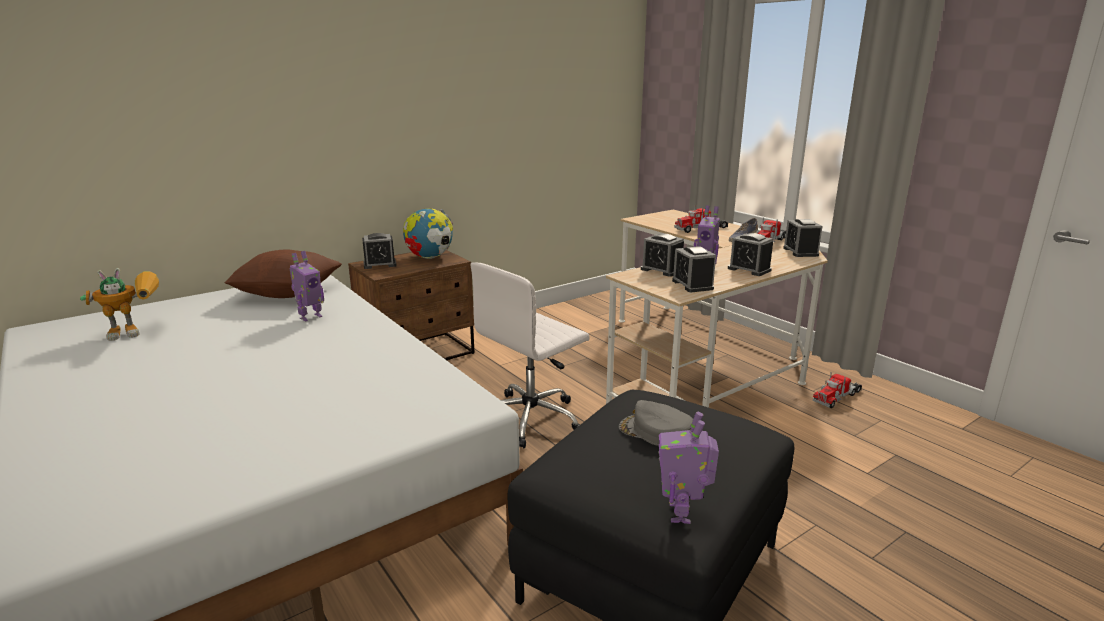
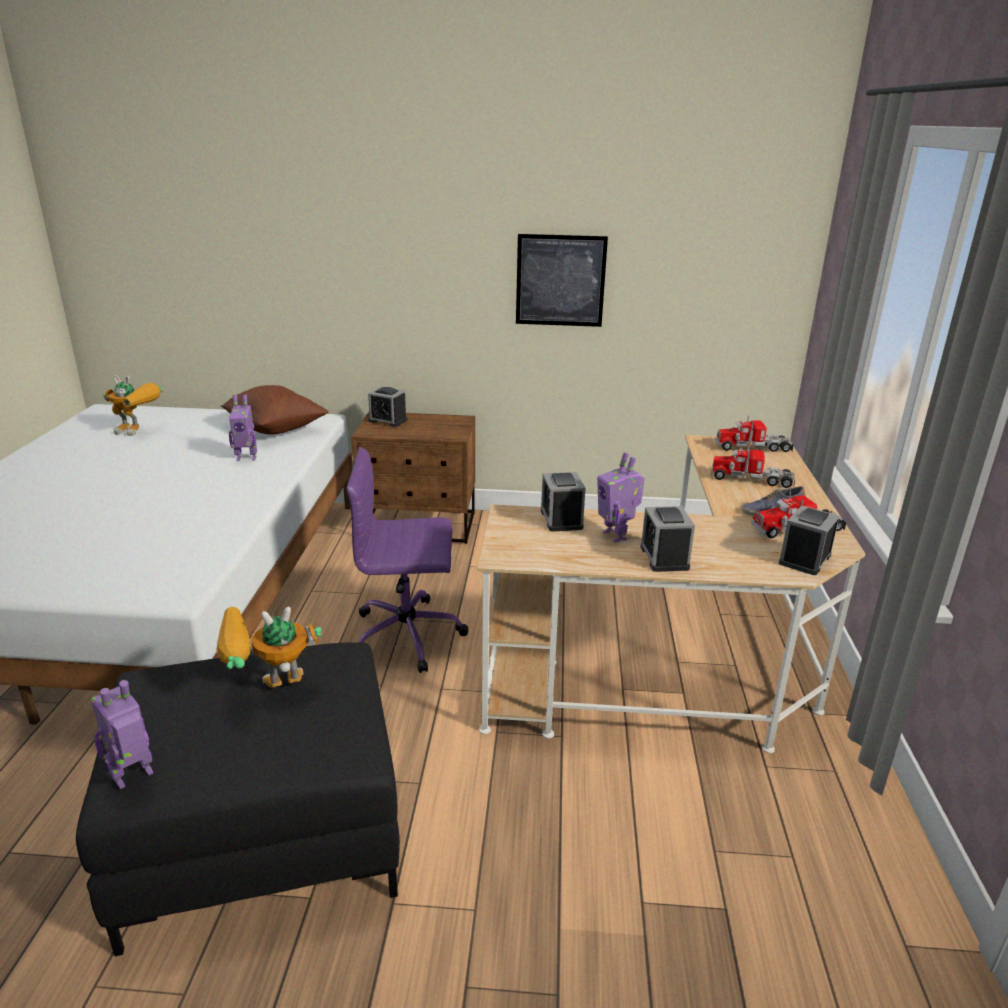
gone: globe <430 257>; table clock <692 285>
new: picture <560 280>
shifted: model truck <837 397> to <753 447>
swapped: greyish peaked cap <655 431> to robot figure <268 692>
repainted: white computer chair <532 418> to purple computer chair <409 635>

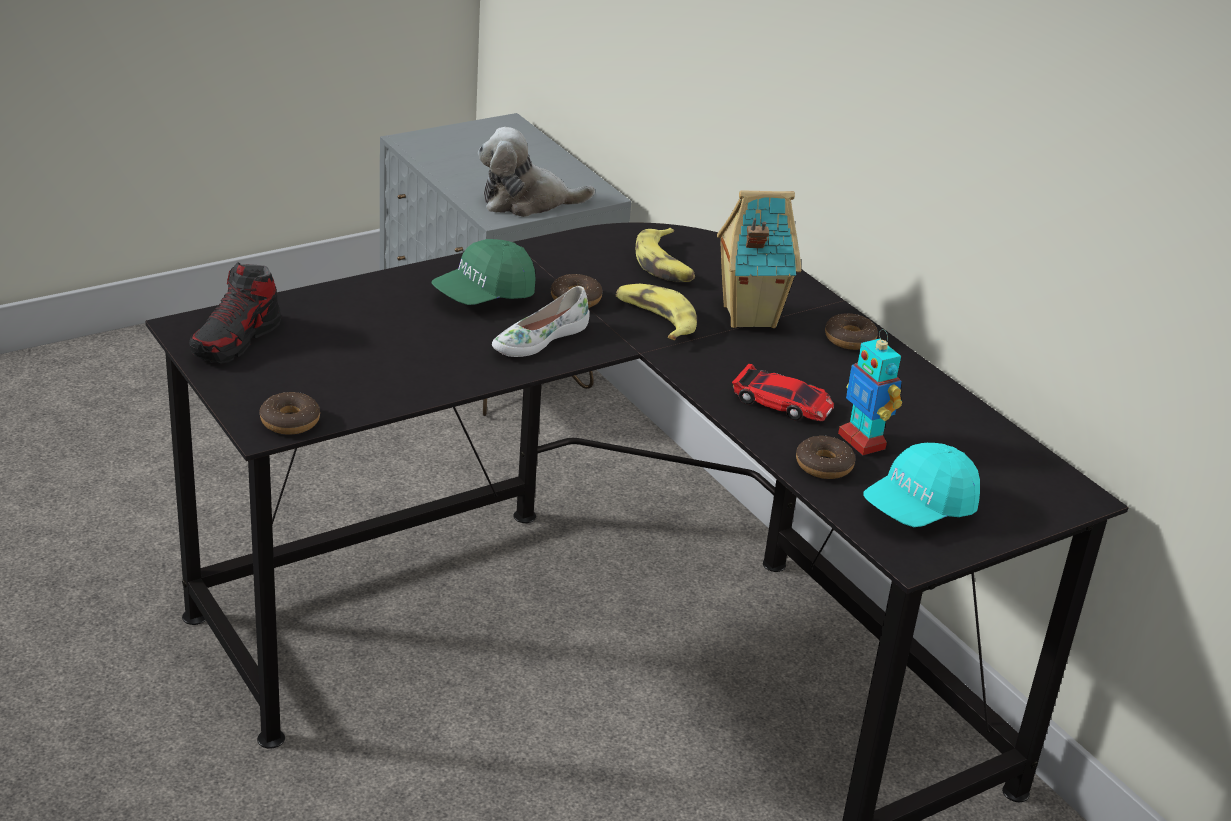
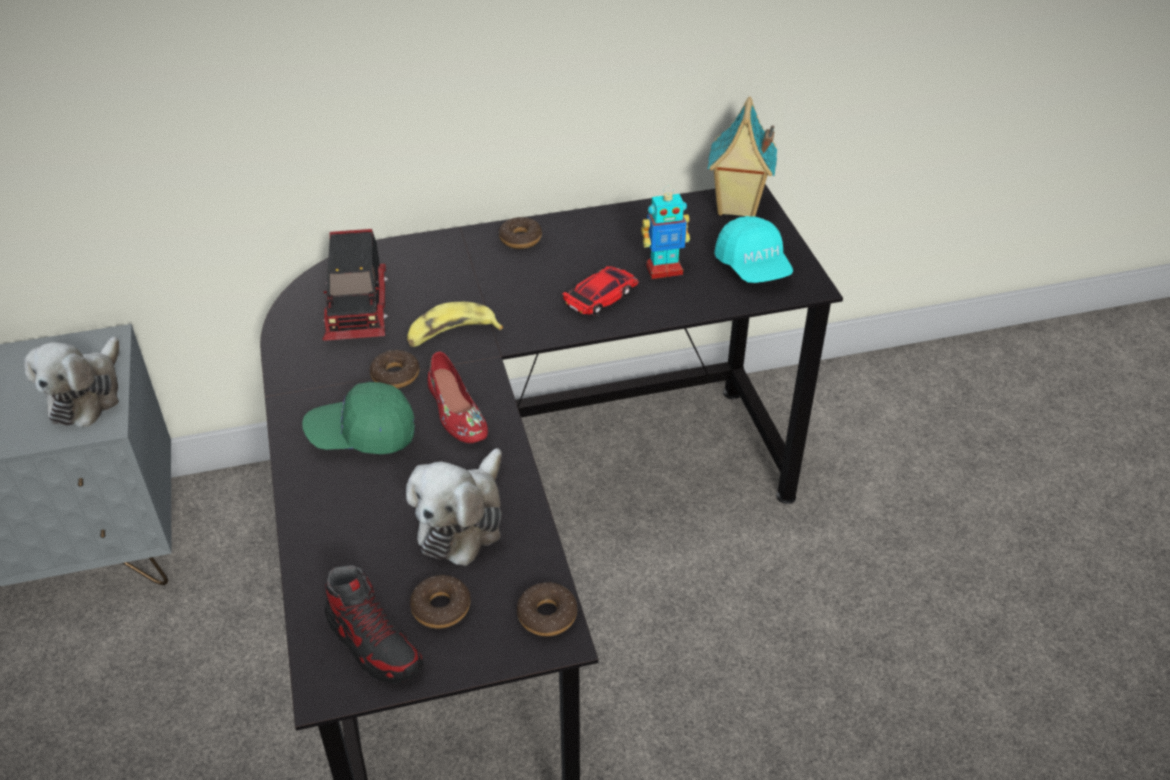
new: plush toy <462 520>
shifted: miniature house <747 316> to <736 207>; ring doughnut <824 465> to <441 607>
swapped: banana fruit <665 265> to model truck <359 307>
repainted: white shoe <539 339> to reddish shoe <456 412>
rotated: greenish peaked cap <484 295> = <362 435> 105 degrees clockwise

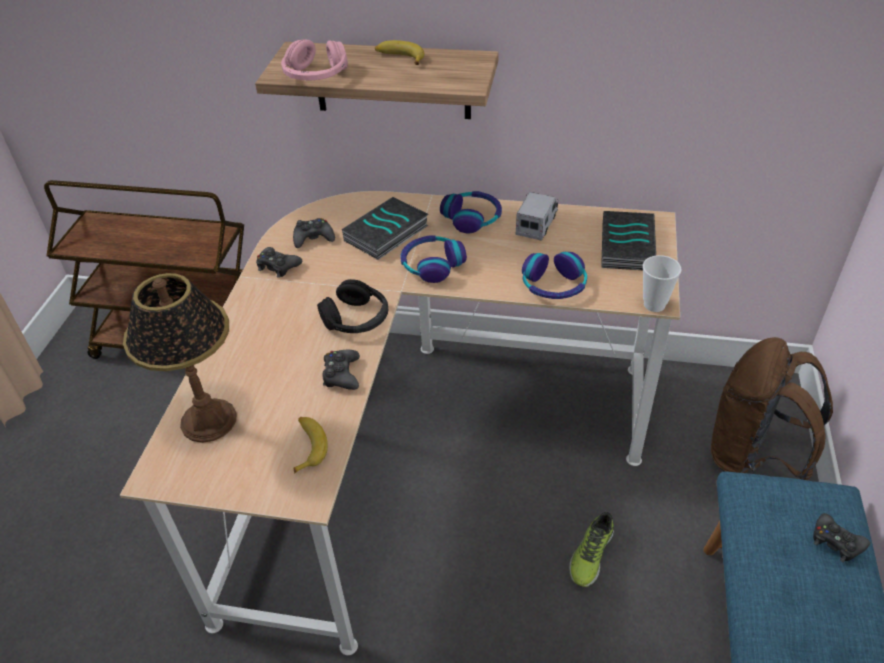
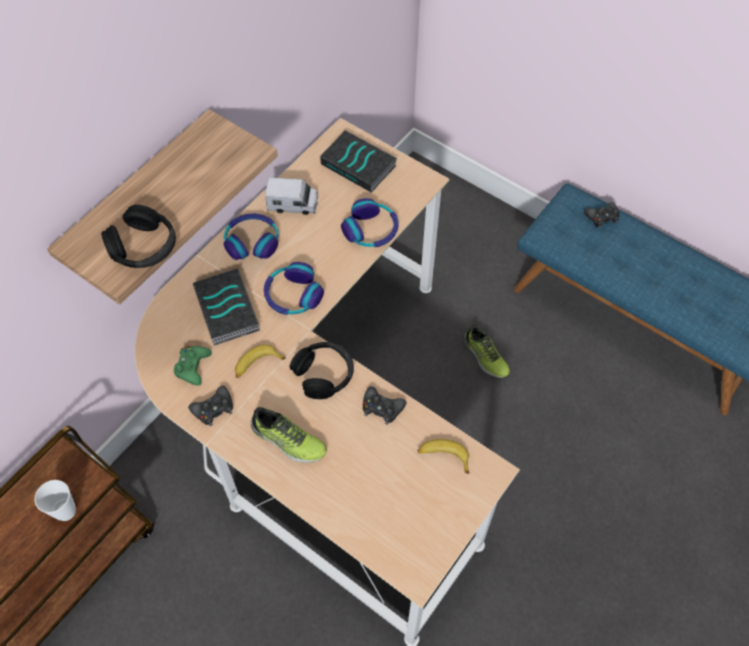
gone: lamp for a table <208 420>; brownish backpack <752 456>
new: shoe <287 440>
shifted: banana fruit <400 58> to <257 365>; small cup <654 304> to <66 511>
repainted: pink-coloured headset <315 75> to black headset <144 247>; black joypad <313 238> to greenish joypad <192 367>
rotated: model truck <537 224> = <293 204> 135 degrees clockwise

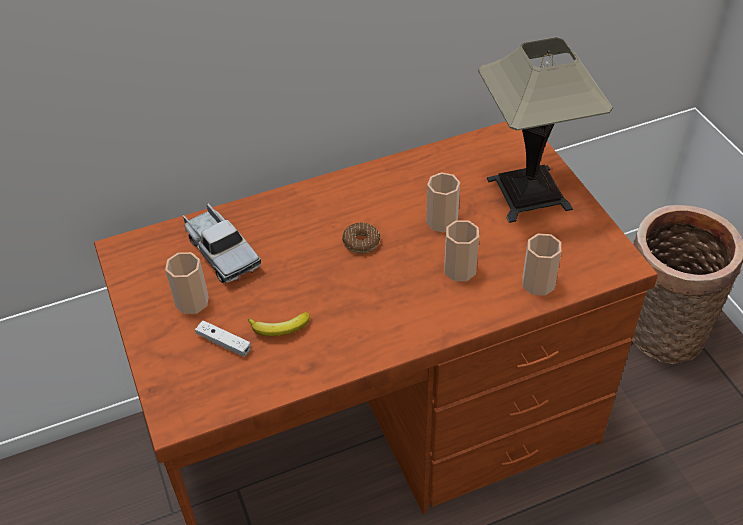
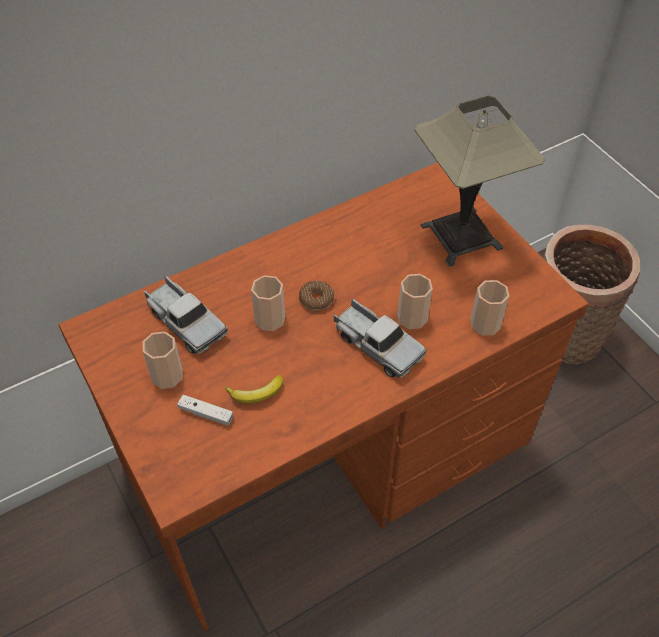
new: model truck <377 345>
shifted: small cup <442 221> to <270 319>

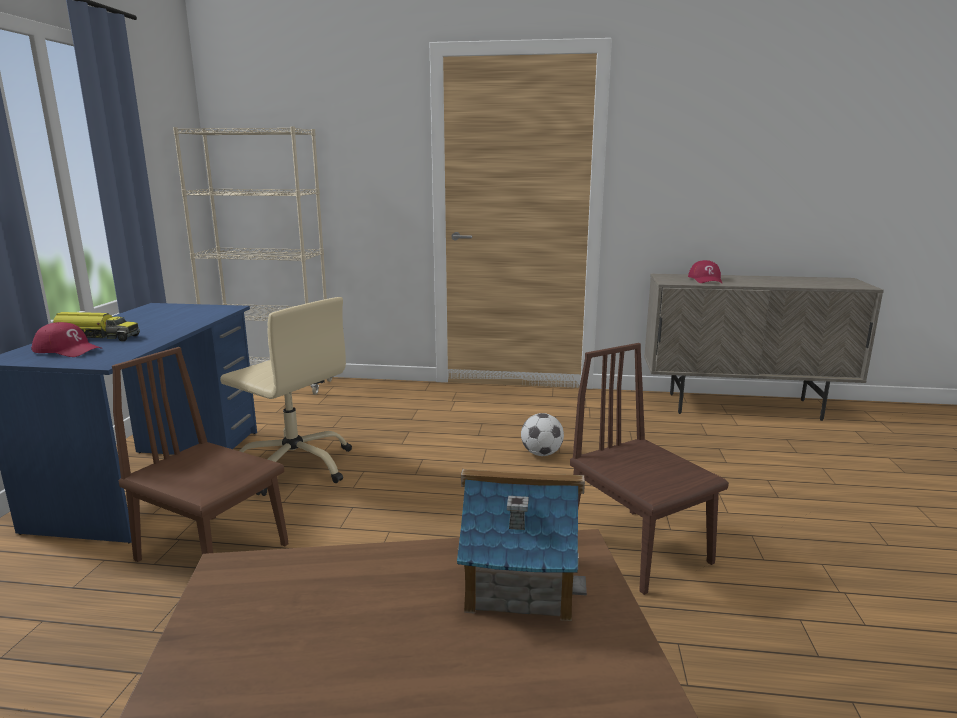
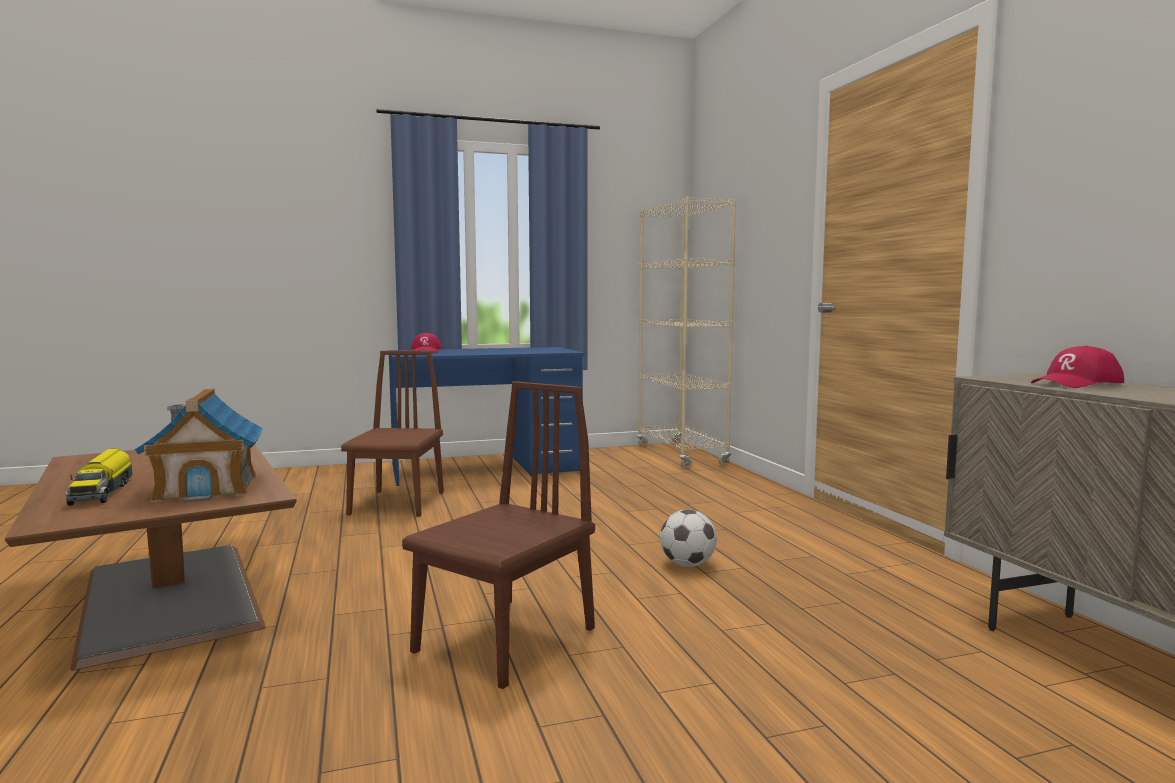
gone: sand-coloured computer chair <295 466>
shifted: model truck <96 337> to <102 491>

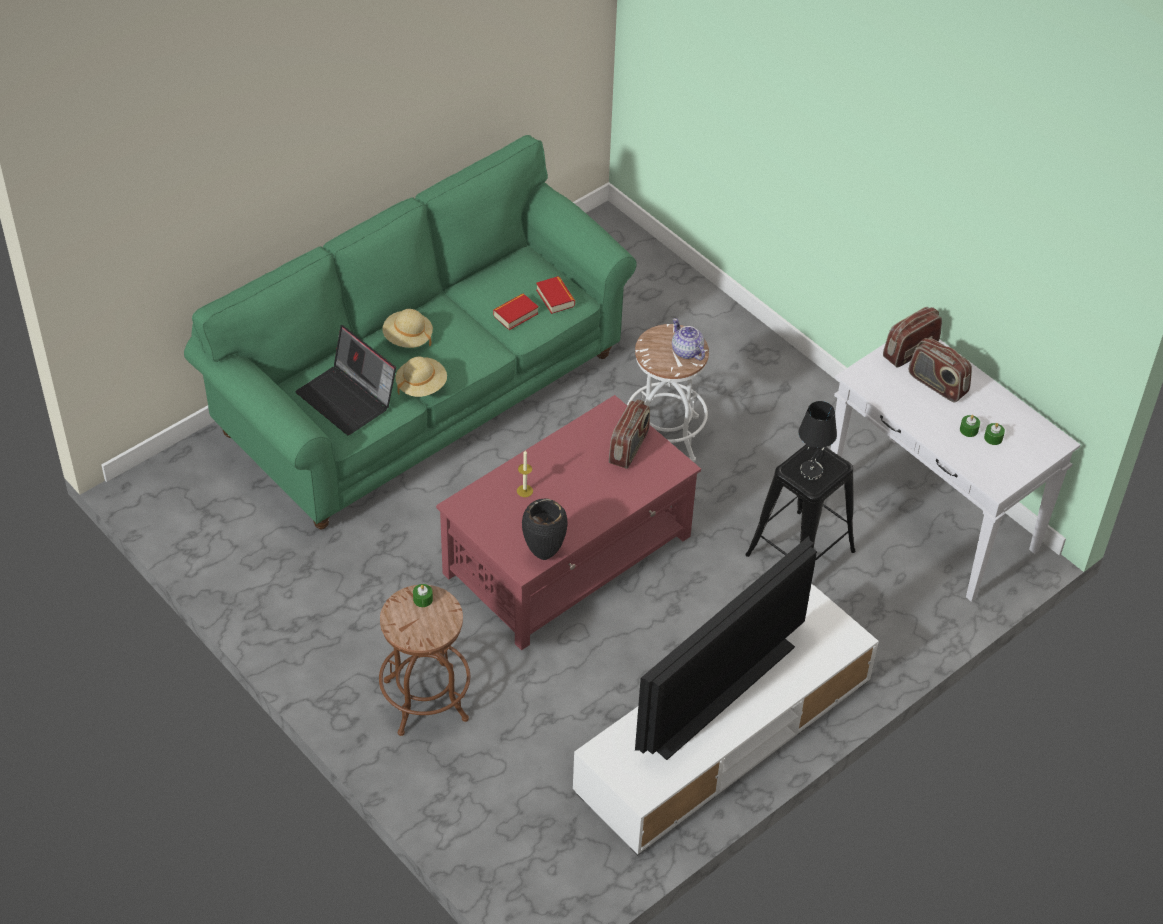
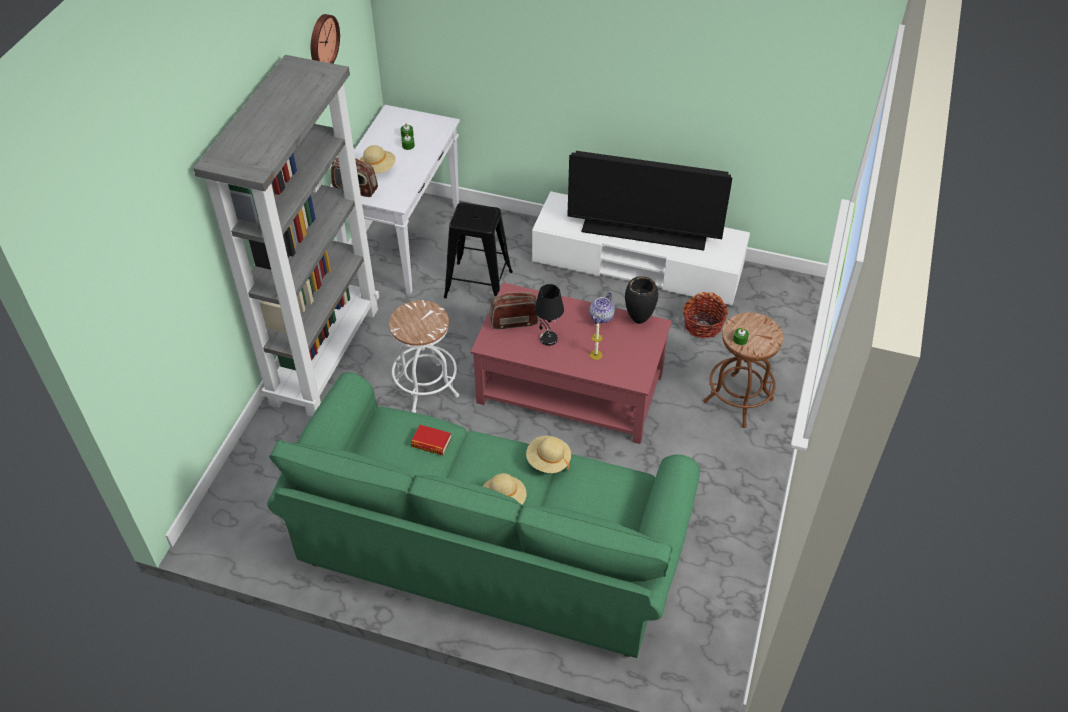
gone: portable computer <348 399>; volume <555 298>
new: greyish bookcase <325 354>; clock on the wall <322 41>; basket <703 325>
shifted: tea pot <686 351> to <602 317>; black lamp for a table <811 470> to <548 339>
swapped: radio receiver <937 384> to sand-coloured clothing hat <378 169>

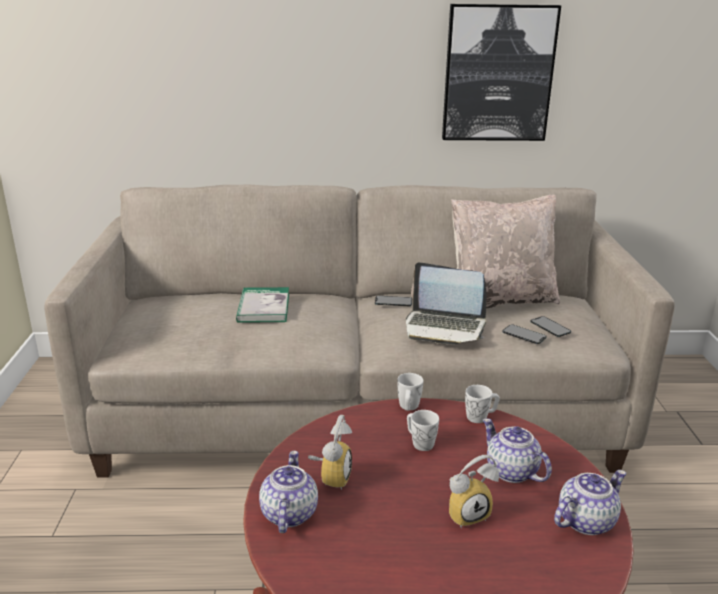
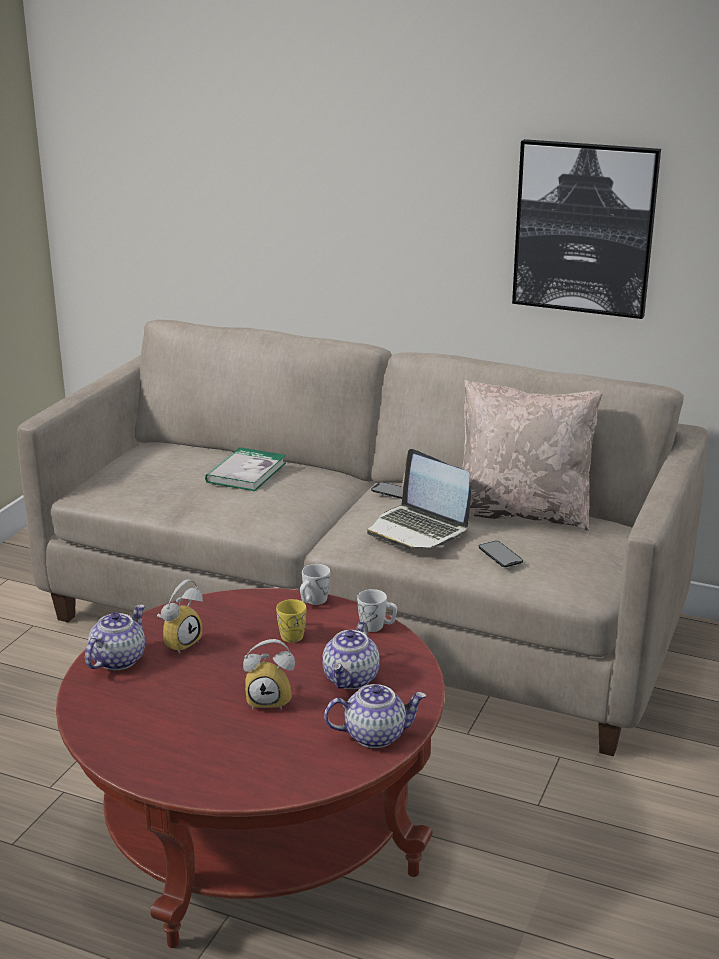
gone: phone <550 327>
repainted: white tea mug <419 442> to yellow tea mug <291 634>
rotated: tea pot <511 471> = <351 679> 150 degrees counterclockwise

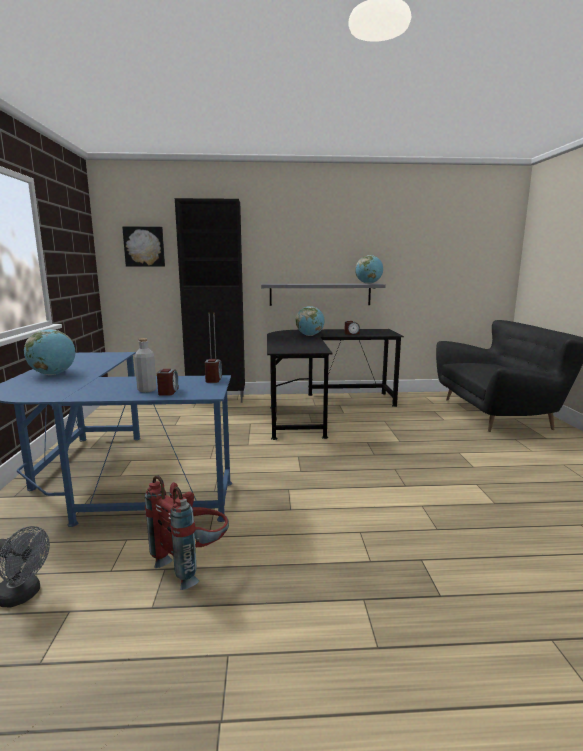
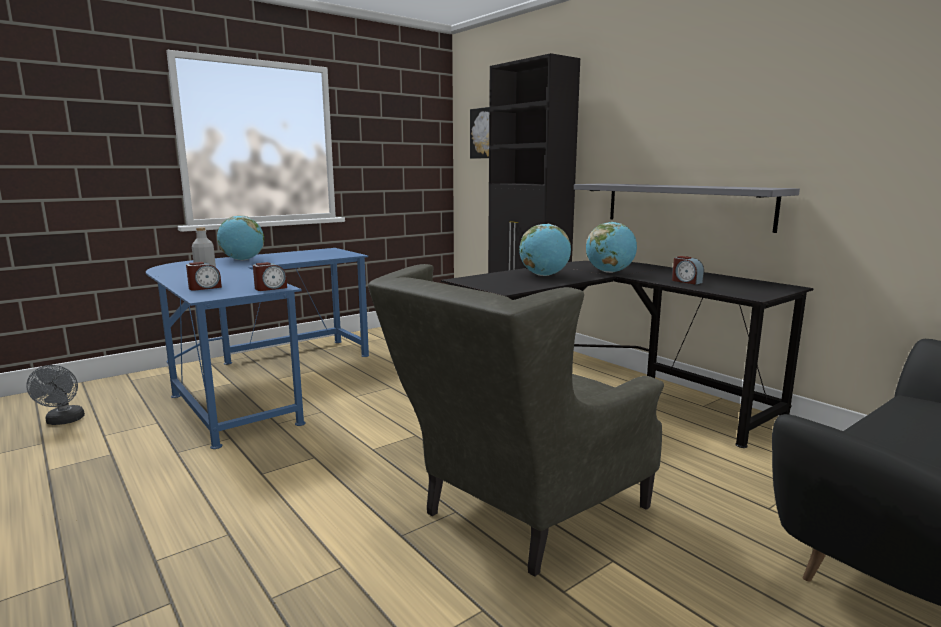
gone: reddish backpack <193 563>
new: greyish armchair <519 514>
shifted: globe <368 283> to <544 275>

